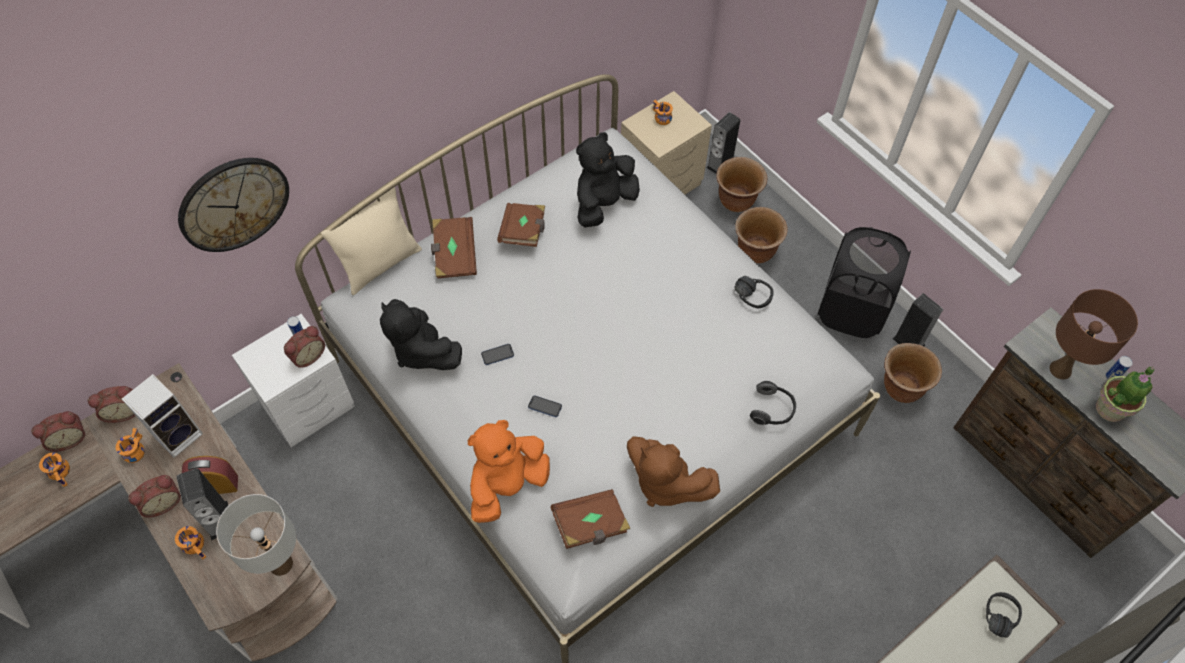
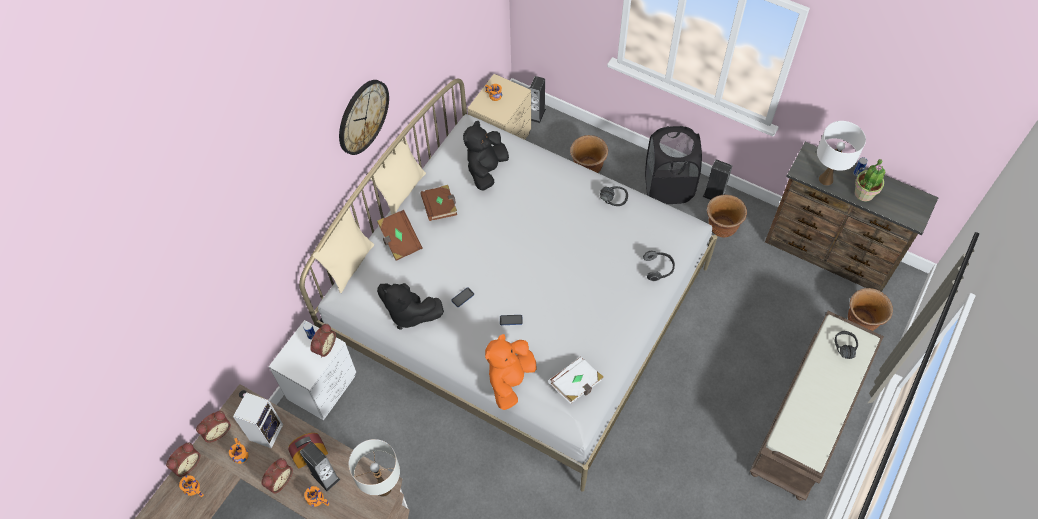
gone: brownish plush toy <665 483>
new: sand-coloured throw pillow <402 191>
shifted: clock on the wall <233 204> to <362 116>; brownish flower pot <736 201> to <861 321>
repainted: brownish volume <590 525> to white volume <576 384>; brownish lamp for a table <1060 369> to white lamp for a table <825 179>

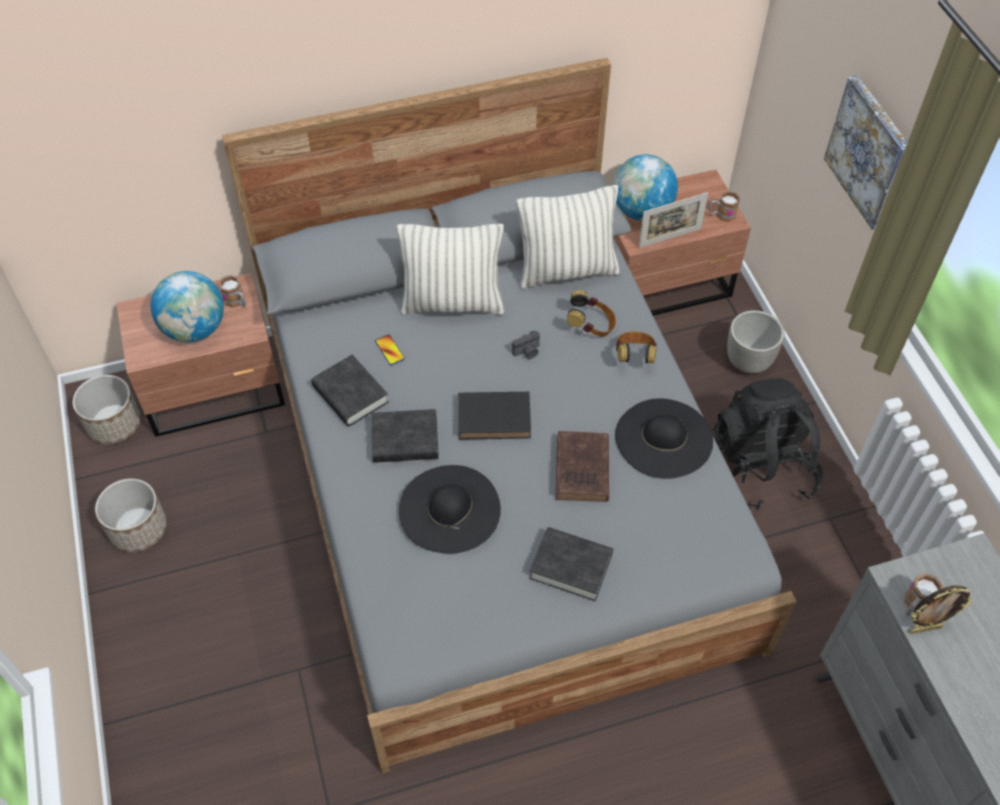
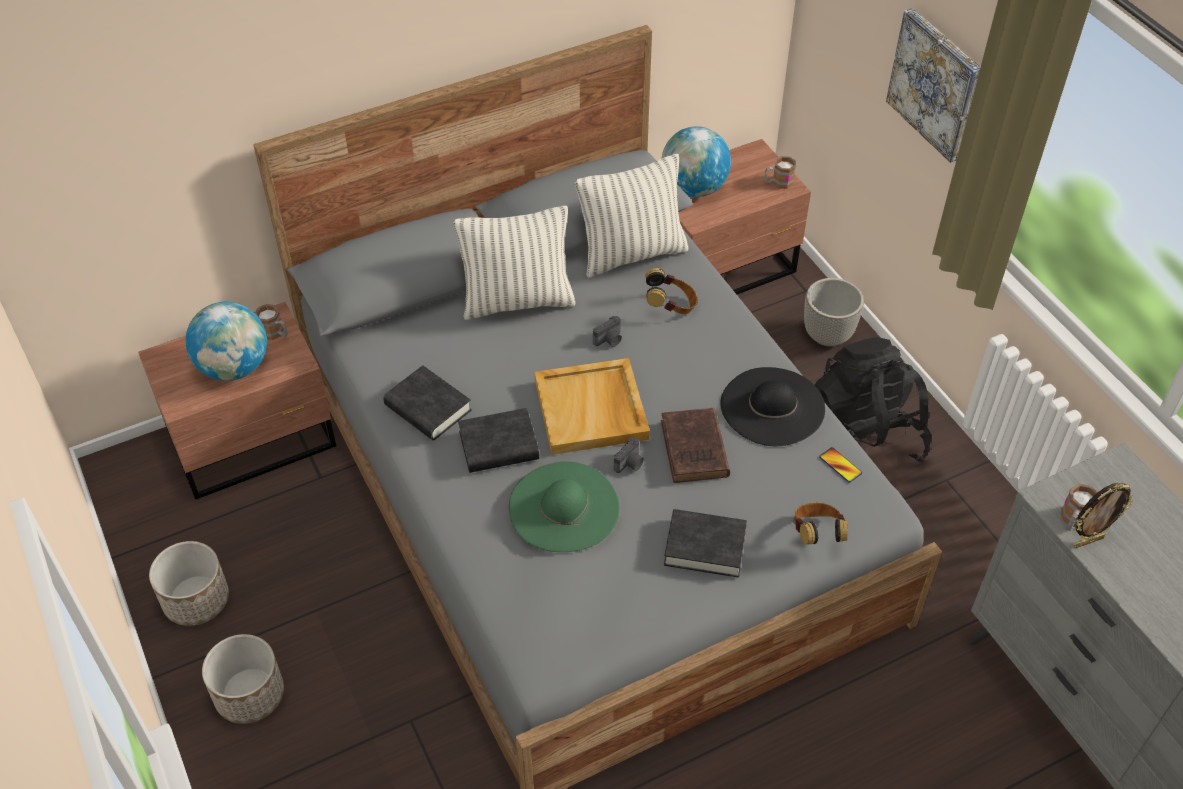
gone: photo frame <669 238>
new: still camera <630 464>
shifted: flower pot <114 424> to <249 694>; phone <389 350> to <840 465>; headset <634 357> to <816 534>
swapped: black volume <496 418> to sand-coloured tray <592 410>
repainted: black clothing hat <449 509> to greenish clothing hat <563 507>

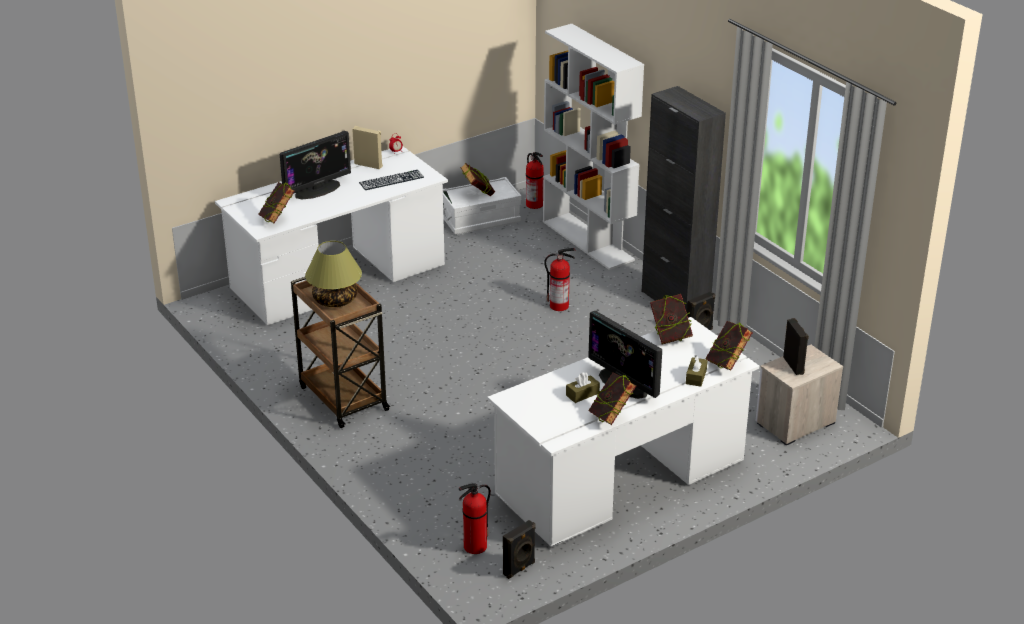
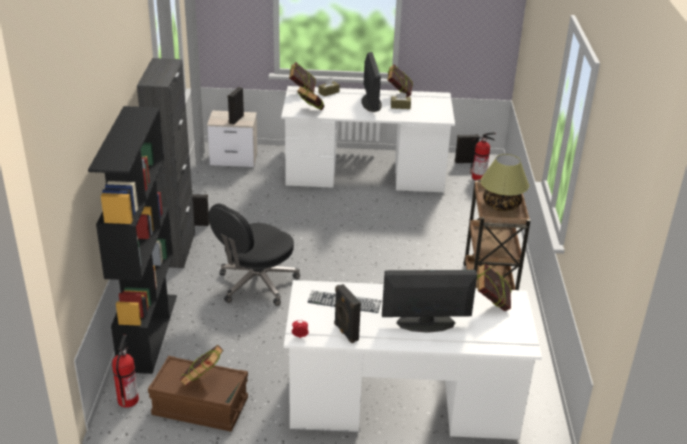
swapped: extinguisher <560 306> to black computer chair <256 284>
repainted: sand-coloured speaker <368 165> to black speaker <345 332>; white storage bin <480 220> to brownish storage bin <200 407>; white bookcase <588 241> to black bookcase <148 331>

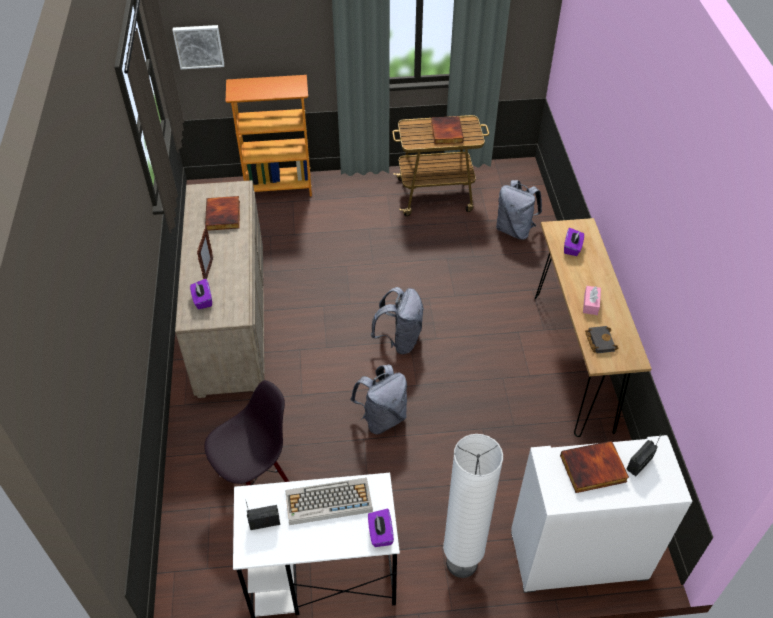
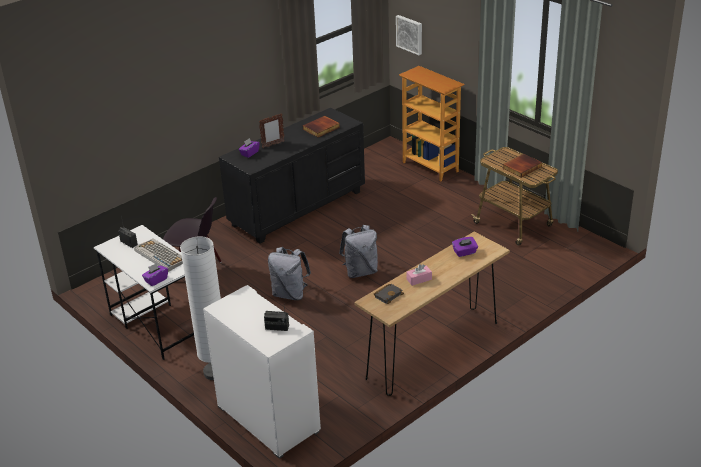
gone: greyish backpack <515 230>; volume <593 470>
repainted: sand-coloured drawer chest <232 324> to black drawer chest <297 208>

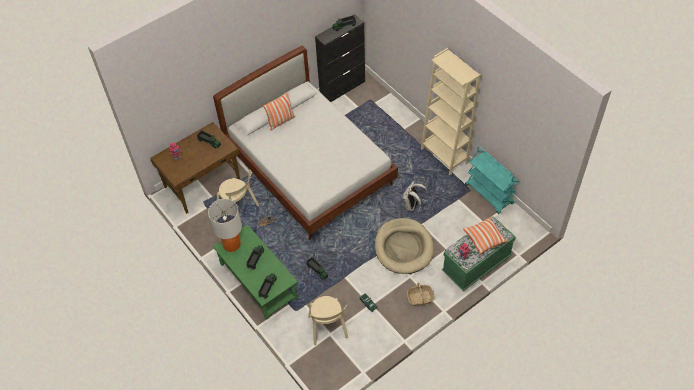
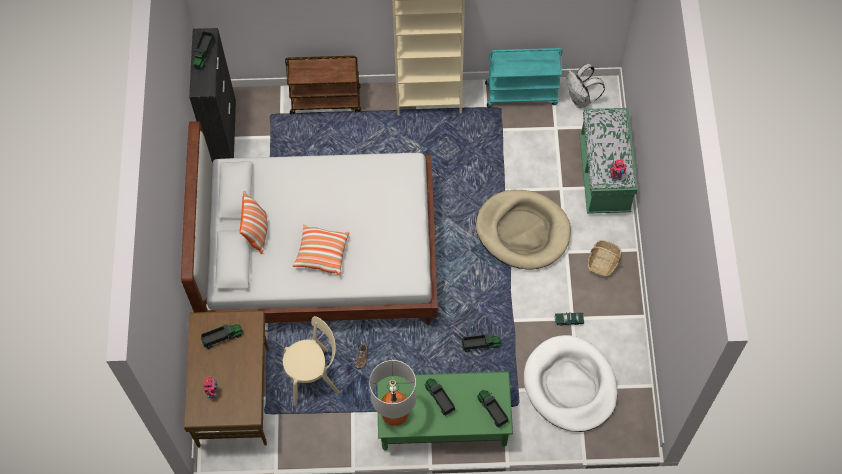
new: brownish trolley <326 100>
shifted: white backpack <412 206> to <581 99>; throw pillow <484 238> to <322 253>
swapped: sand-coloured upright chair <328 329> to white pet bed <570 385>

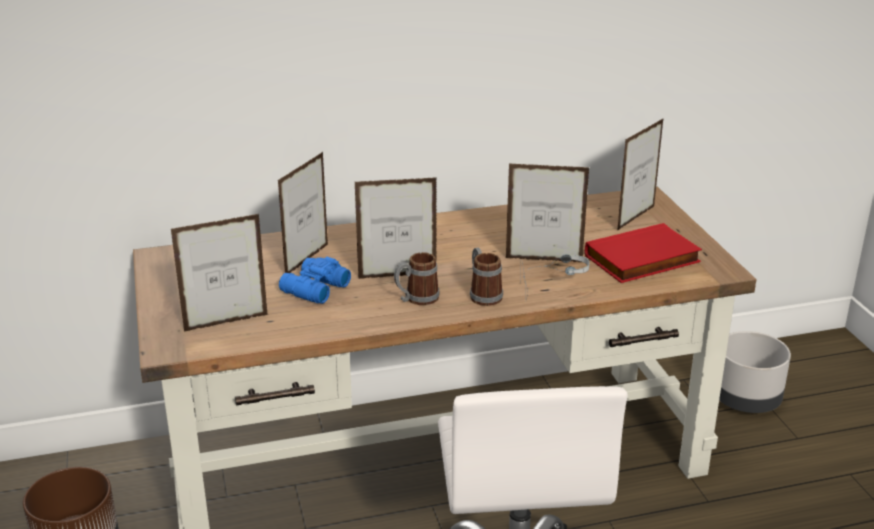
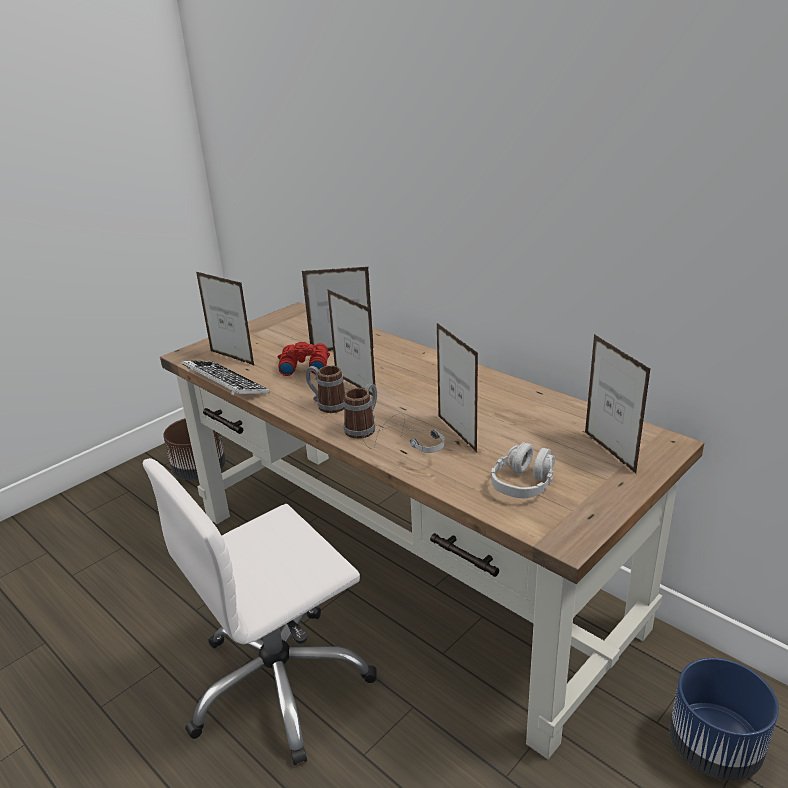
new: keyboard <224 384>
swapped: reddish volume <642 260> to greyish headset <523 483>
repainted: blue pair of binoculars <313 289> to reddish pair of binoculars <303 366>; greyish flower pot <746 401> to blue flower pot <714 748>
rotated: photo frame <636 218> = <609 452> 60 degrees clockwise

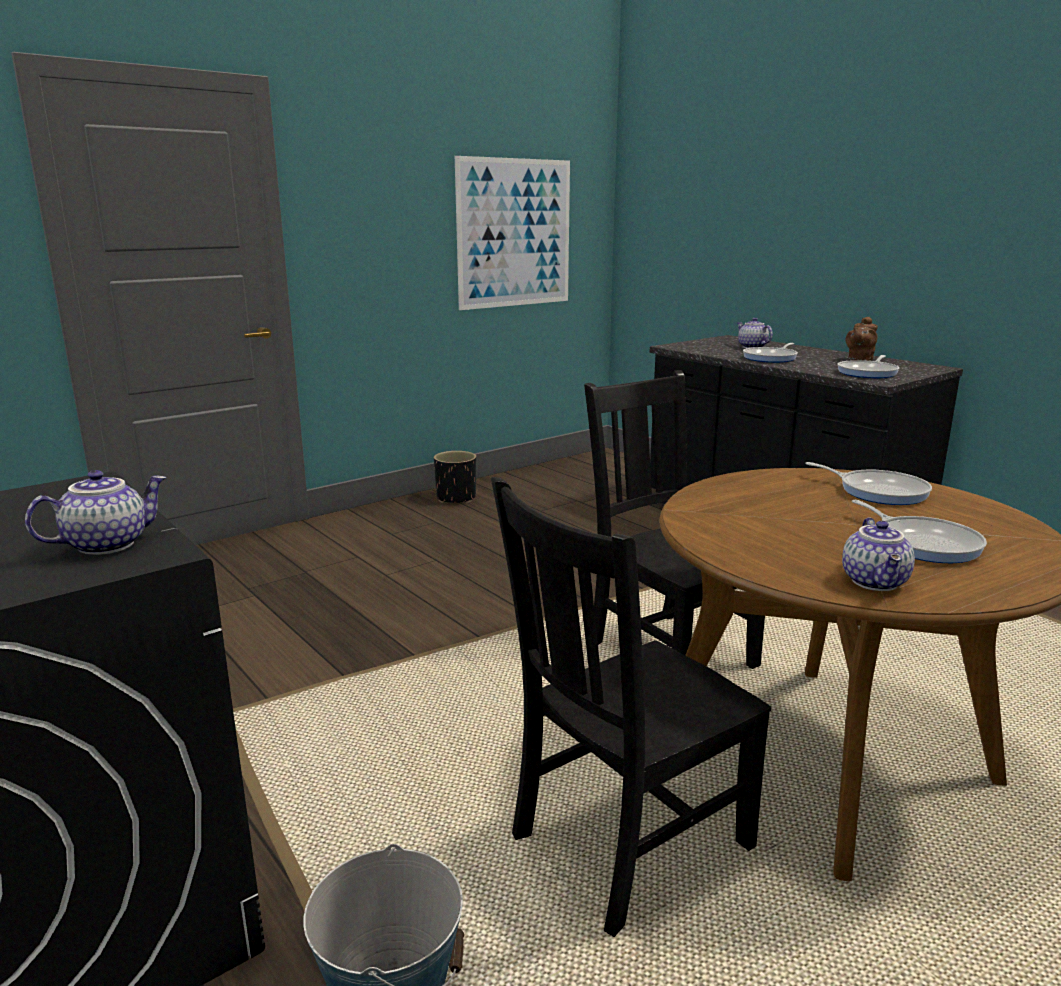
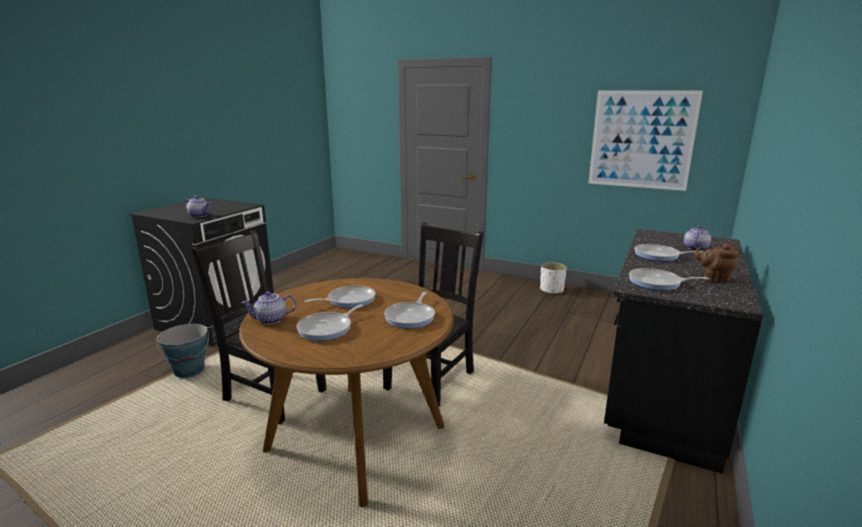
new: frying pan <349 300>
repainted: black flower pot <456 498> to white flower pot <551 290>

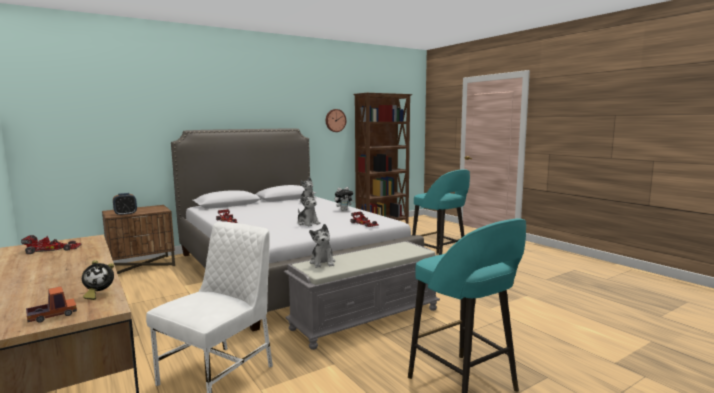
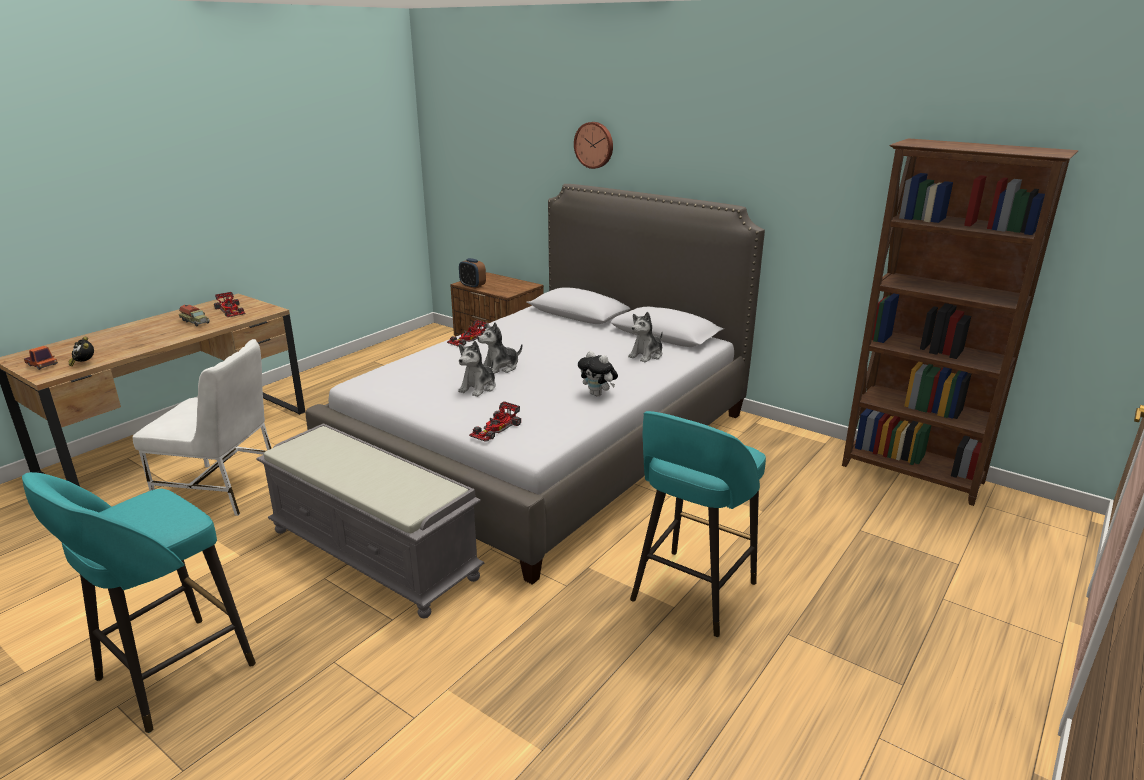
new: model truck <195 322>
shifted: plush toy <322 262> to <500 367>; clock on the wall <335 120> to <594 145>

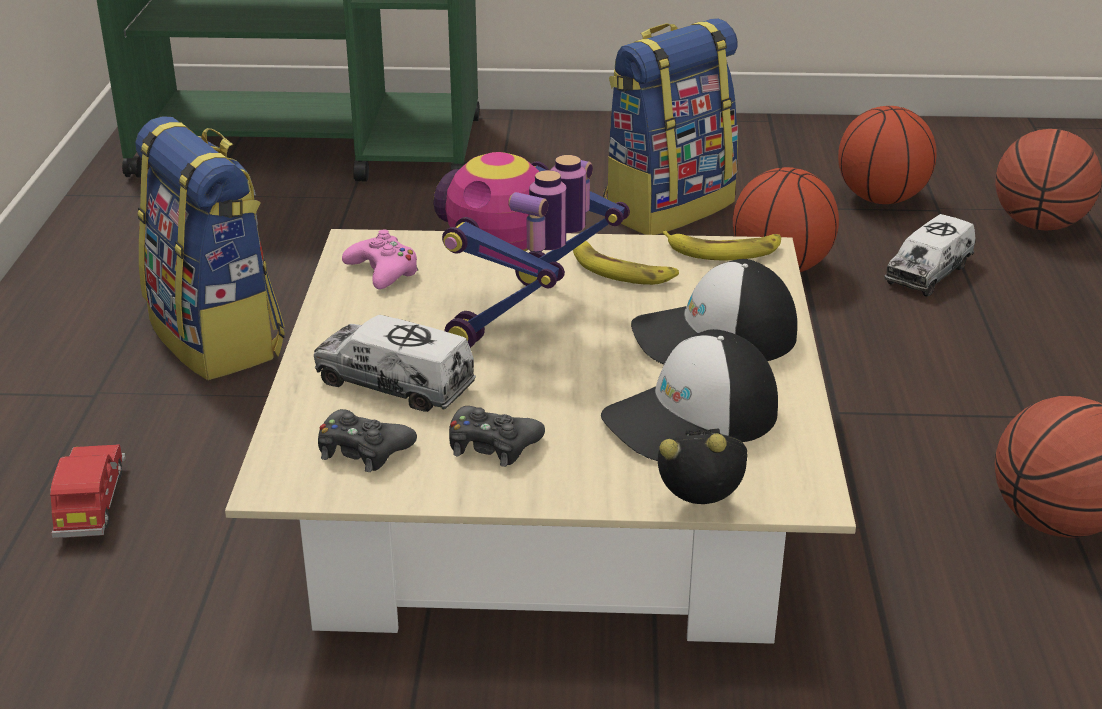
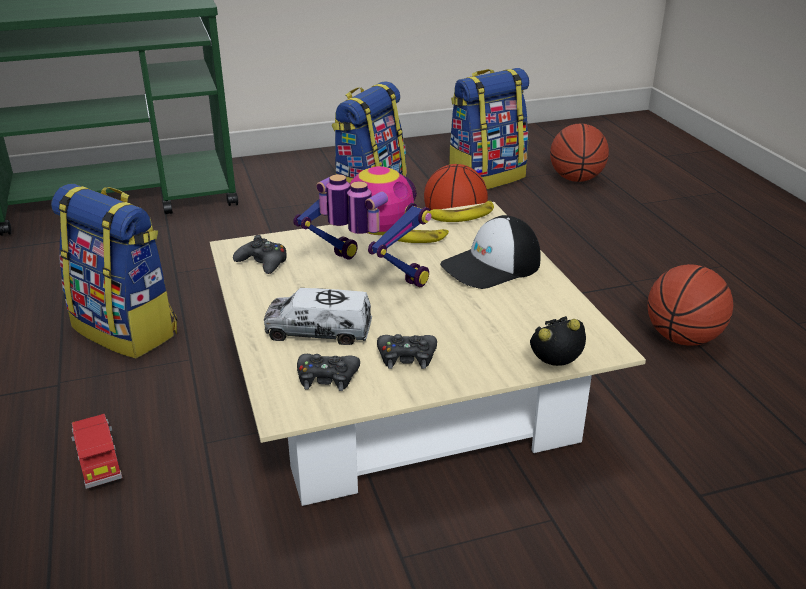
gone: peaked cap <691 419>; model truck <928 272>
swapped: basketball <880 199> to backpack <485 178>
repainted: pink-coloured joypad <383 271> to black joypad <263 262>
rotated: robot figure <521 318> = <370 276> 120 degrees clockwise

